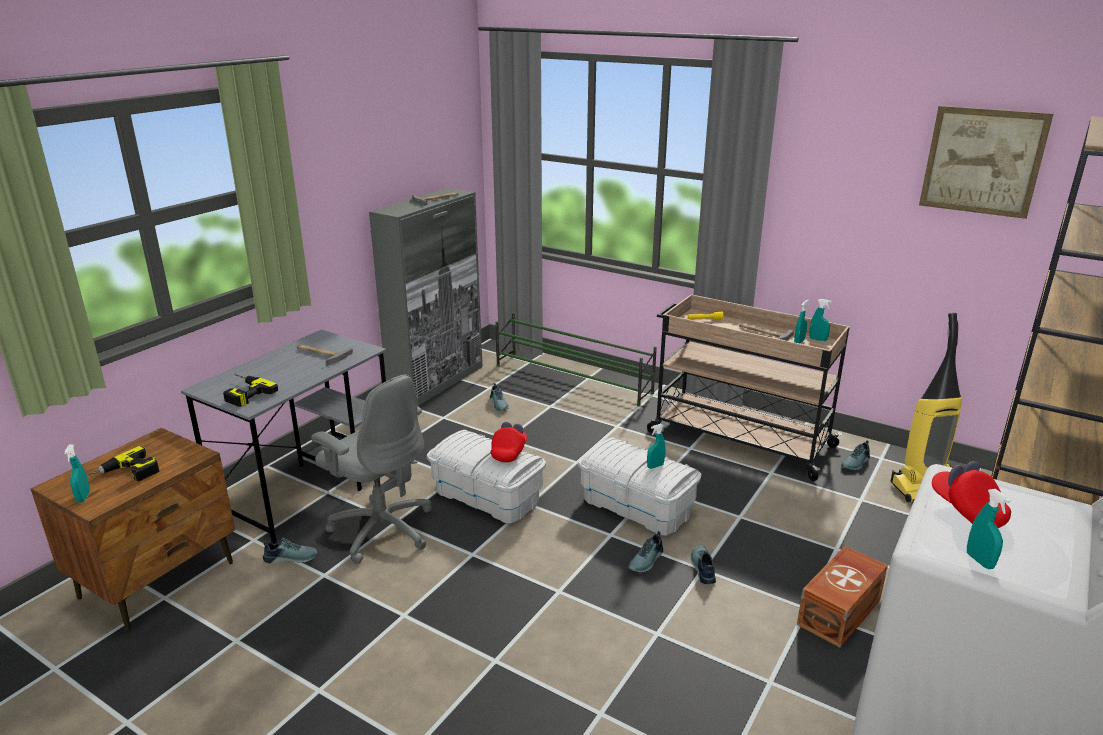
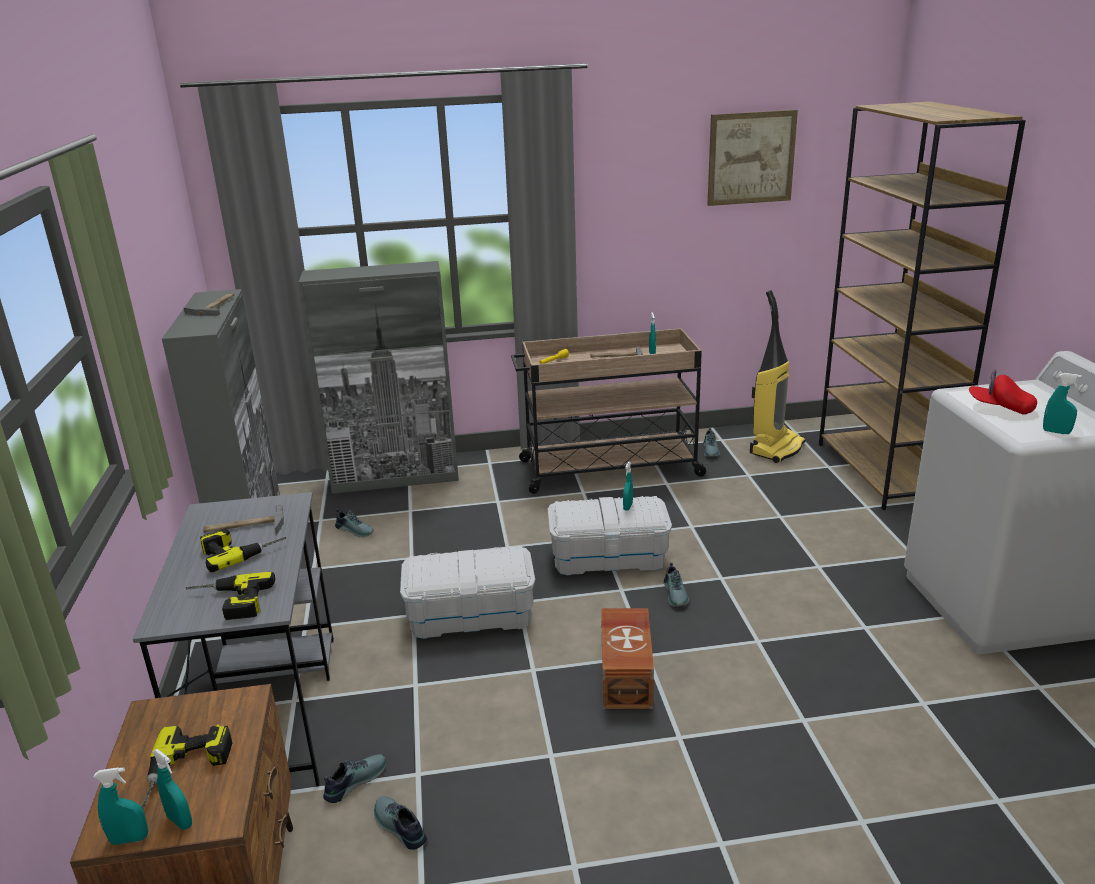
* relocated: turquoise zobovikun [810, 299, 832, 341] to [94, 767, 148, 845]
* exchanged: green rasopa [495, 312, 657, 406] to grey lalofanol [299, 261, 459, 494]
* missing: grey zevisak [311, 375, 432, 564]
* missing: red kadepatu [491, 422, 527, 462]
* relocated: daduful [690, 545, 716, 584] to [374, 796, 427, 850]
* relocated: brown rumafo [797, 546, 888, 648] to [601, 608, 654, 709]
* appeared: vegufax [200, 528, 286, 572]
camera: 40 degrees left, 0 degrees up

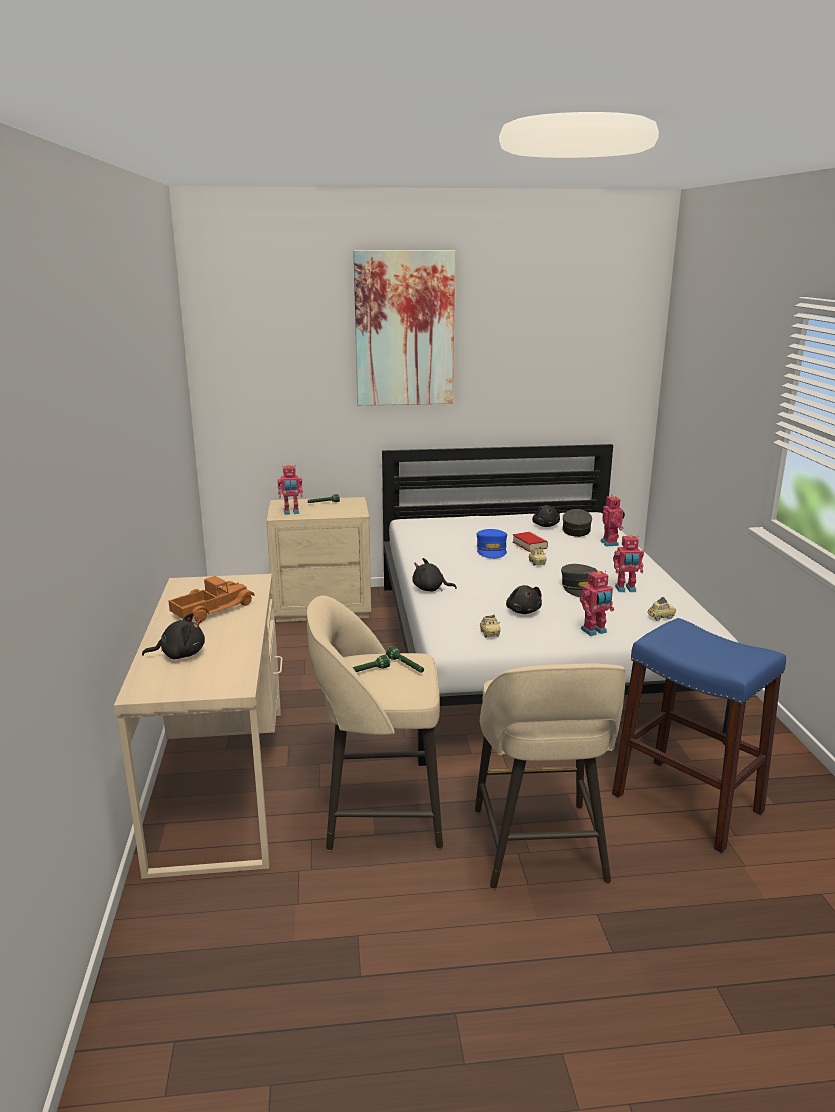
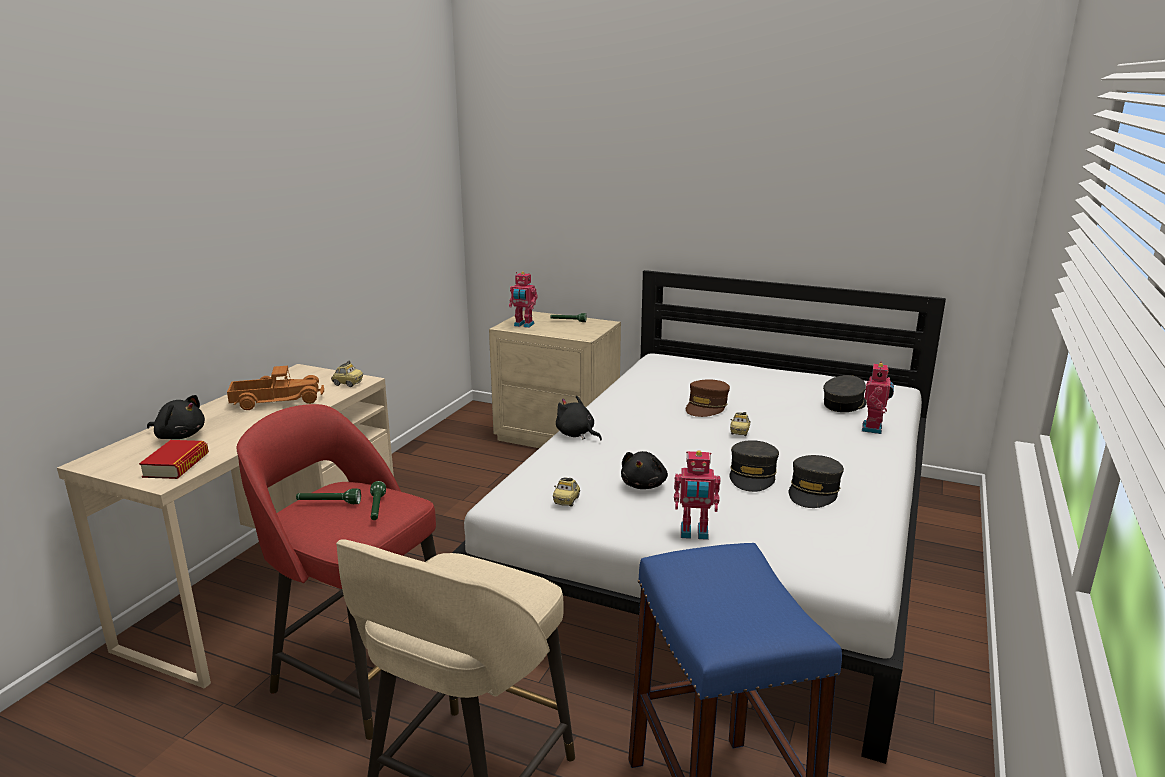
* missing: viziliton [353, 250, 455, 406]
* missing: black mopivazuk [532, 505, 560, 527]
* colour: blue kadepatu [477, 529, 507, 559] to brown kadepatu [686, 379, 730, 417]
* relocated: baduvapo [513, 532, 548, 552] to [139, 440, 209, 479]
* exchanged: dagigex [613, 535, 644, 592] to grey kadepatu [789, 455, 844, 508]
* colour: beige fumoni [307, 596, 443, 850] to red fumoni [237, 404, 436, 740]
* relocated: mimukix [647, 597, 676, 621] to [331, 361, 363, 387]
camera: 30 degrees right, 0 degrees up

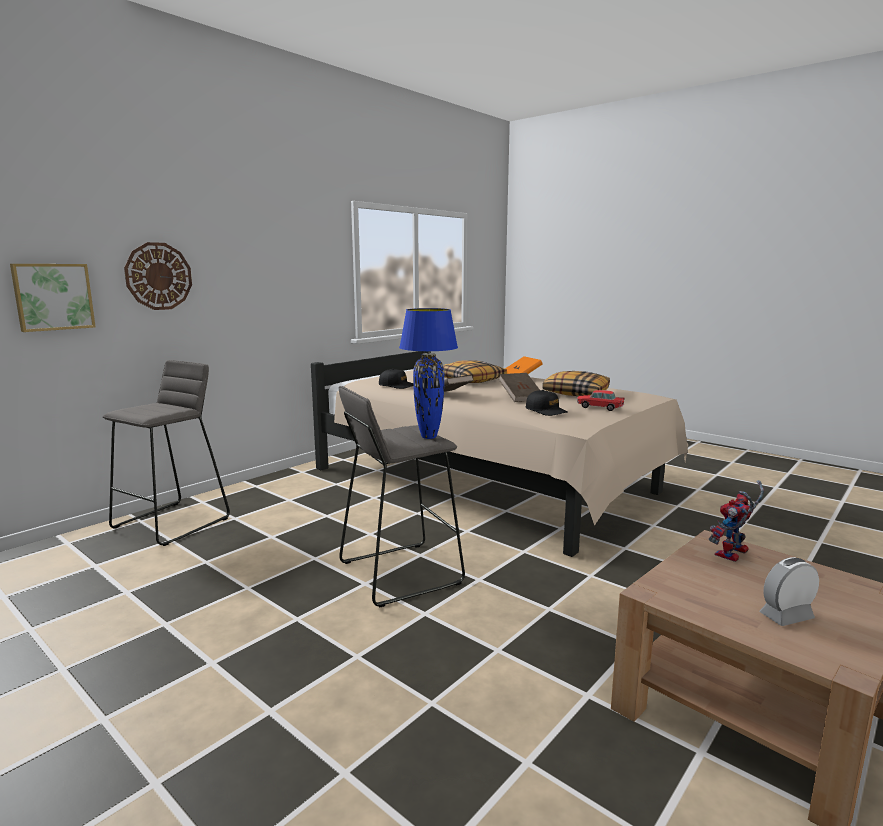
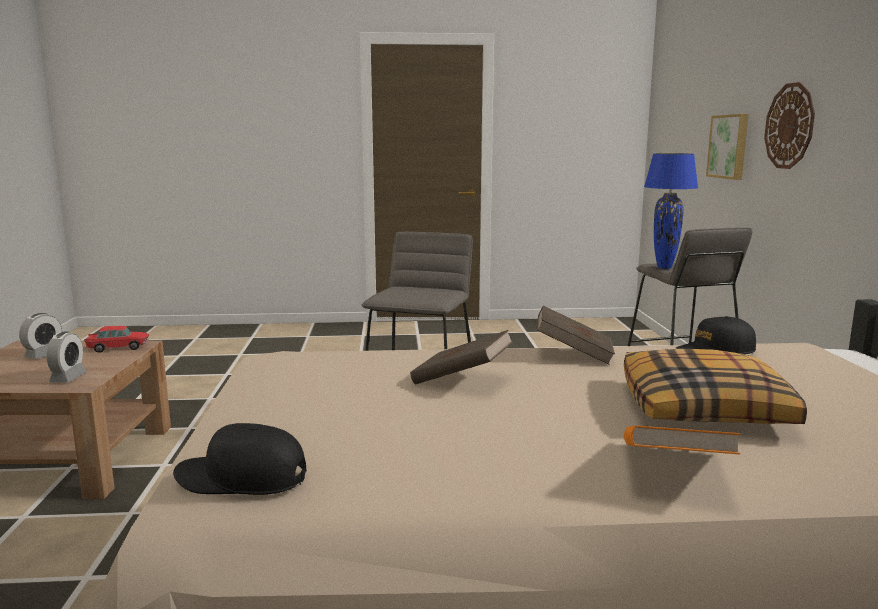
* relocated: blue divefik [399, 308, 458, 439] to [644, 153, 698, 269]
* missing: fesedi [542, 371, 610, 396]
* relocated: black kadepatu [526, 390, 568, 416] to [173, 423, 307, 495]
* relocated: mimukix [577, 390, 625, 411] to [85, 326, 149, 353]
* exchanged: dagigex [709, 481, 764, 562] to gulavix [46, 331, 87, 383]
camera: 135 degrees right, 0 degrees up

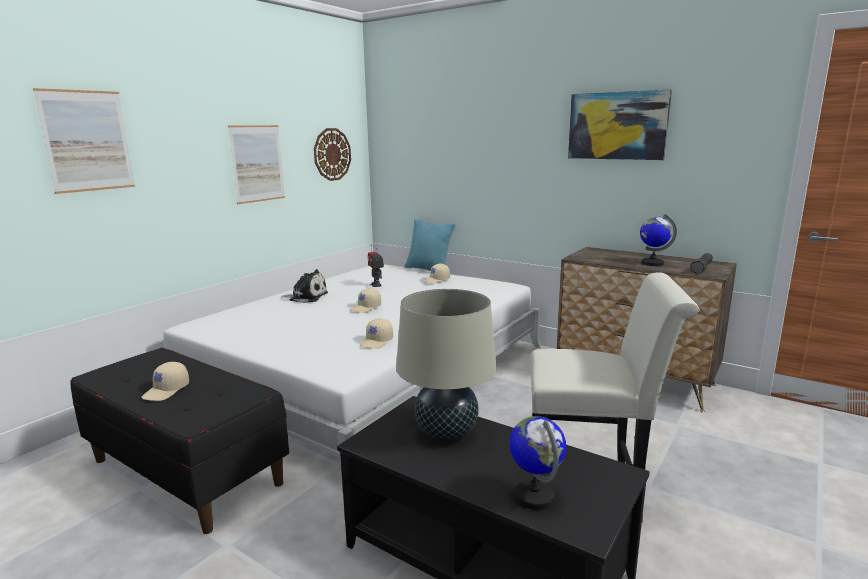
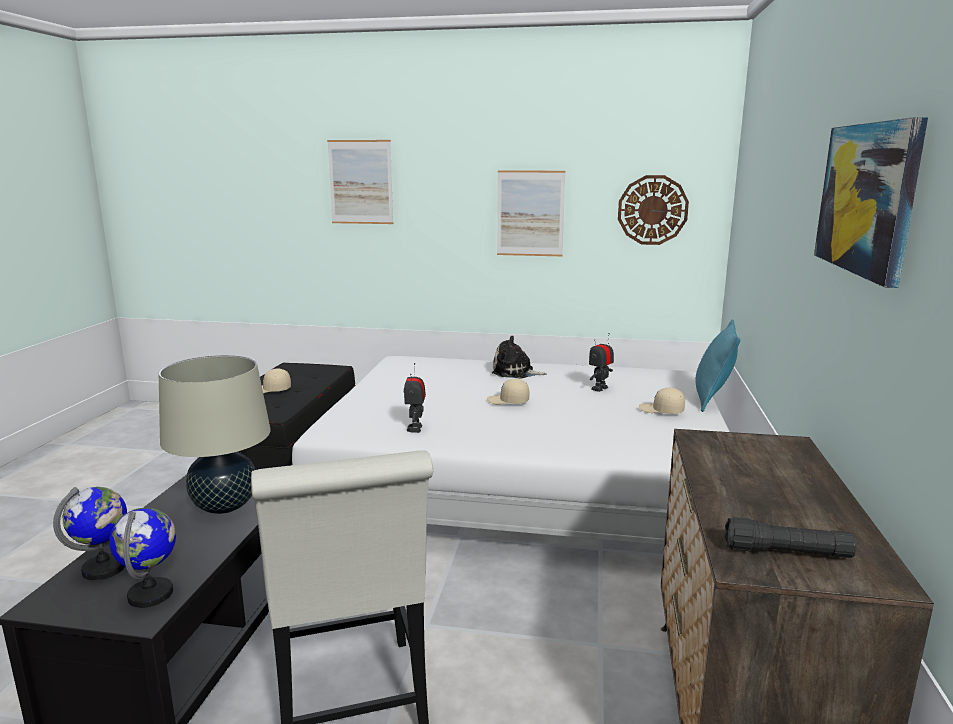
* relocated: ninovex [640, 214, 677, 266] to [109, 508, 176, 608]
* spun: mopivazuk [281, 269, 328, 303] = [492, 336, 547, 379] 120 degrees clockwise
* exchanged: beige kadepatu [360, 318, 393, 349] to dagigex [403, 363, 426, 433]
camera: 65 degrees right, 0 degrees up

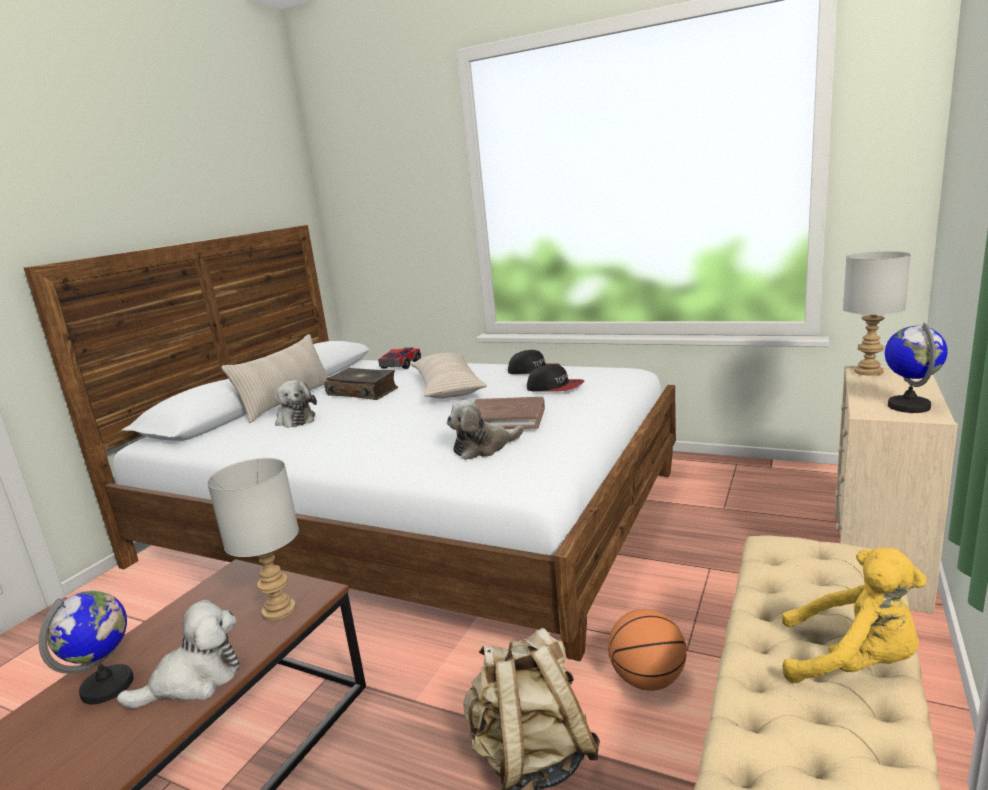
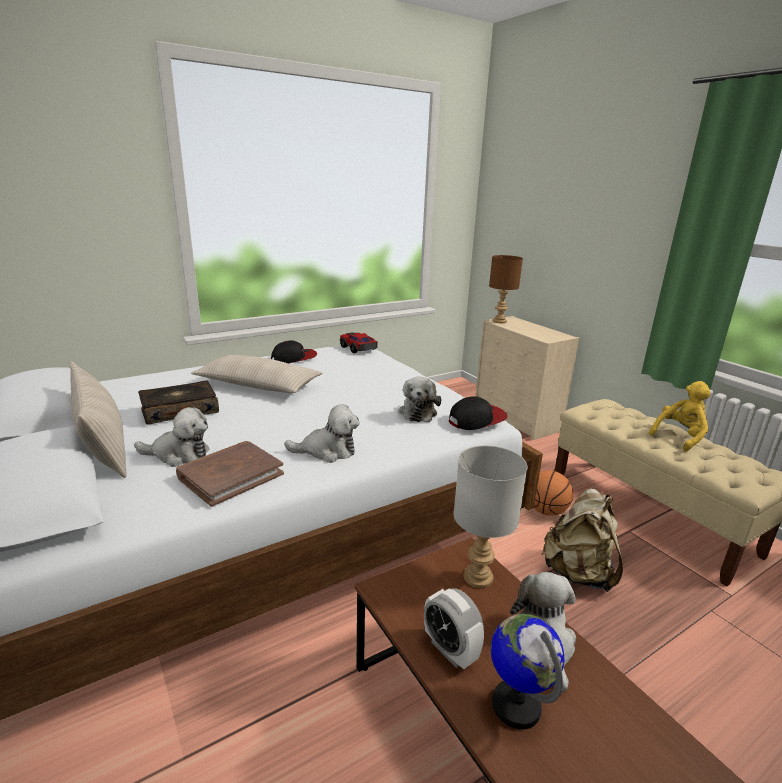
* colour: grey divefik [843, 251, 911, 376] to brown divefik [489, 255, 523, 323]
* missing: ninovex [885, 322, 948, 413]
* relocated: mimukix [378, 348, 421, 369] to [340, 332, 378, 353]
* relocated: kadepatu [527, 364, 585, 392] to [449, 397, 508, 430]
* relocated: brown baduvapo [474, 397, 545, 429] to [176, 441, 284, 507]
* appeared: mopivazuk [284, 405, 360, 463]
* appeared: gulavix [424, 588, 484, 669]
camera: 60 degrees left, 5 degrees up

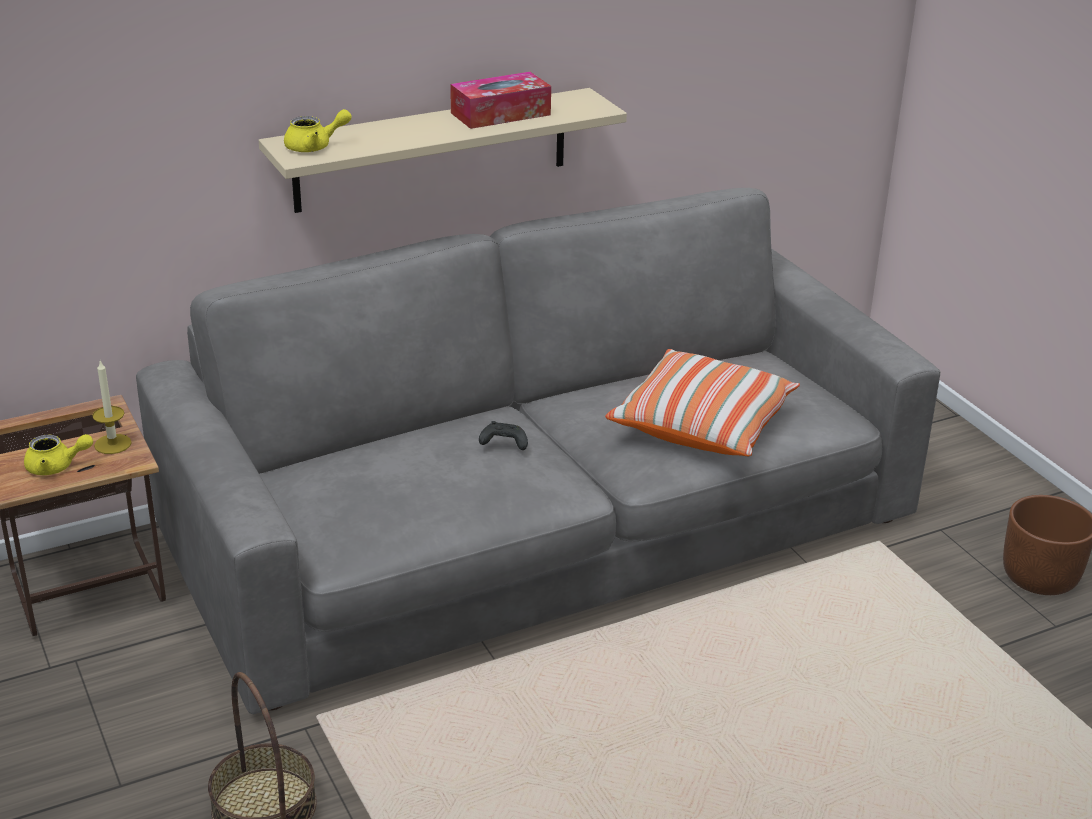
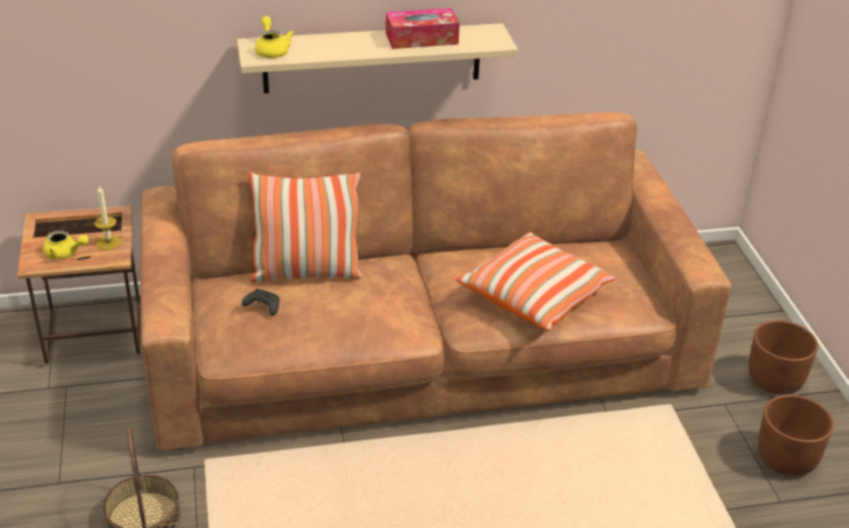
* spun: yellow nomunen [284, 109, 352, 152] = [255, 16, 294, 58] 105 degrees counterclockwise
* colour: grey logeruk [136, 188, 940, 714] to brown logeruk [141, 112, 731, 451]
* relocated: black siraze [479, 421, 528, 450] to [242, 288, 280, 316]
* appeared: fesedi [248, 172, 363, 282]
* appeared: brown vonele [748, 320, 818, 395]
camera: 15 degrees right, 5 degrees up

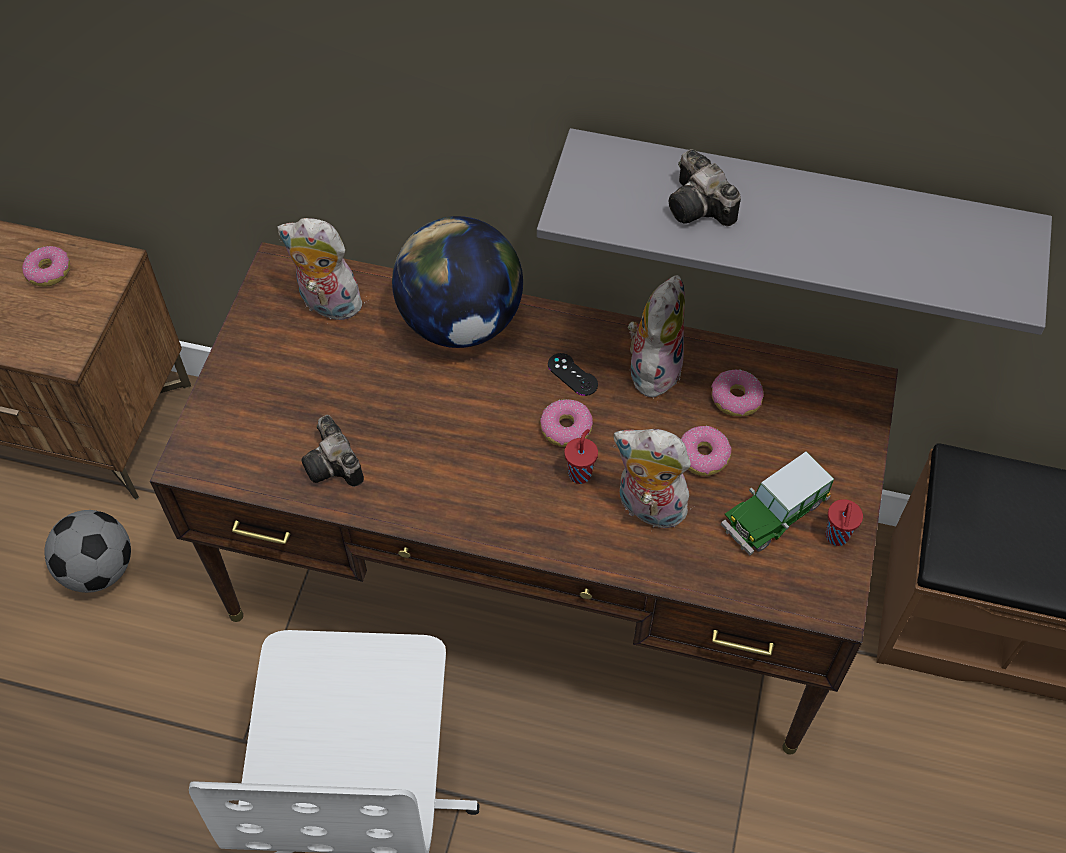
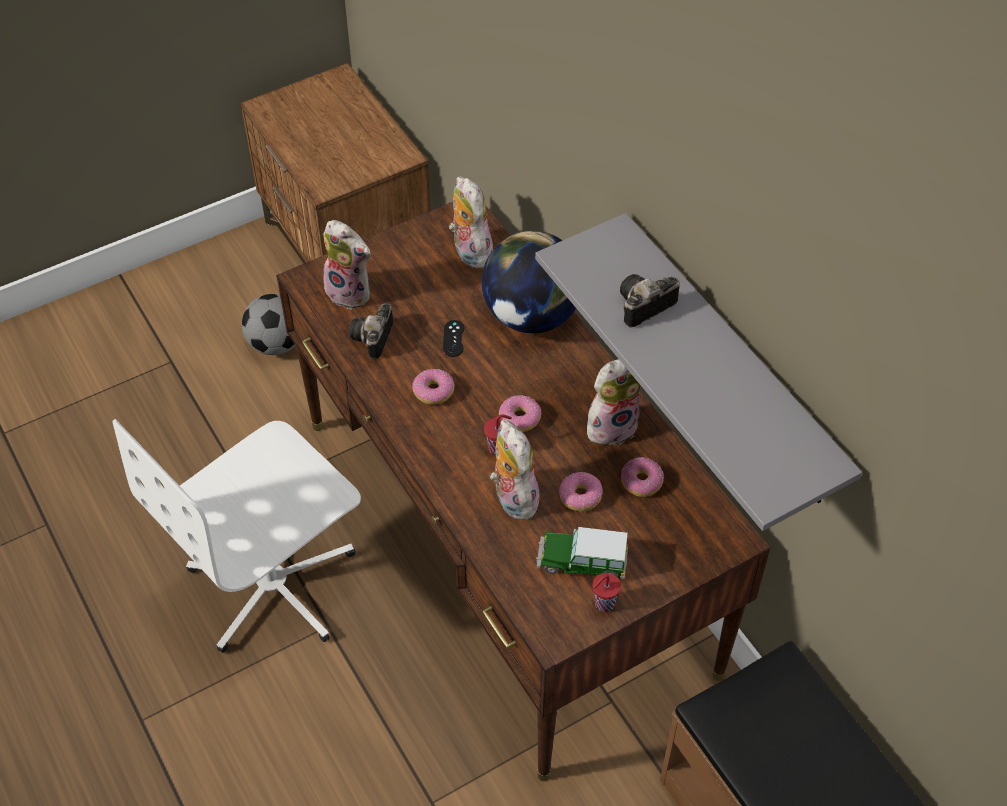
* spun: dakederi [669, 149, 741, 226] = [620, 274, 680, 328] 45 degrees clockwise
* relocated: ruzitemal [22, 246, 70, 287] to [412, 369, 454, 405]
* relocated: black siraze [548, 353, 598, 396] to [443, 320, 465, 357]
* appeared: mopivazuk [323, 220, 371, 310]
camera: 45 degrees right, 5 degrees down

